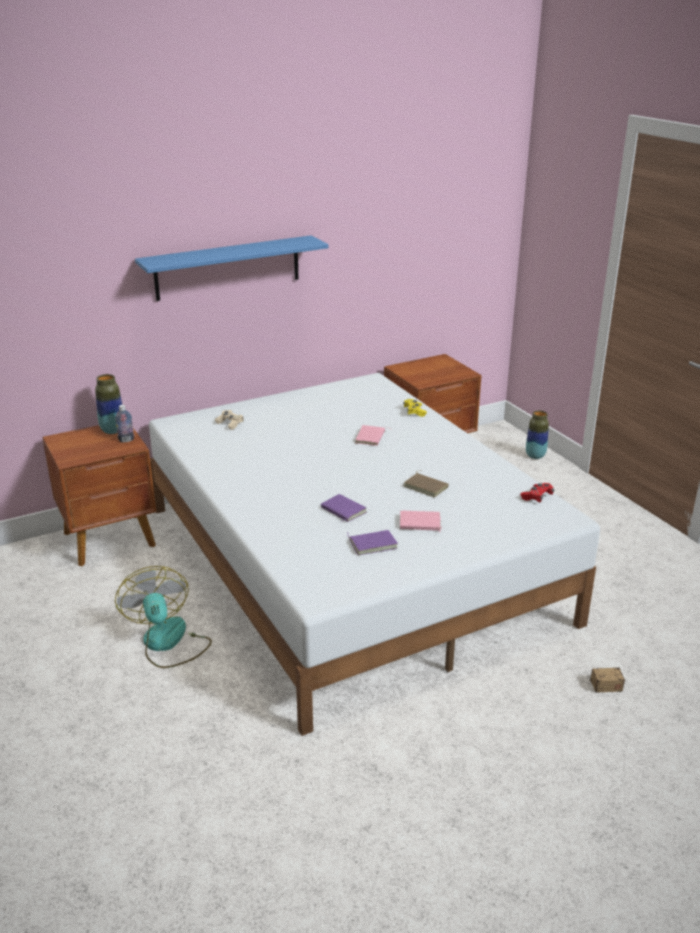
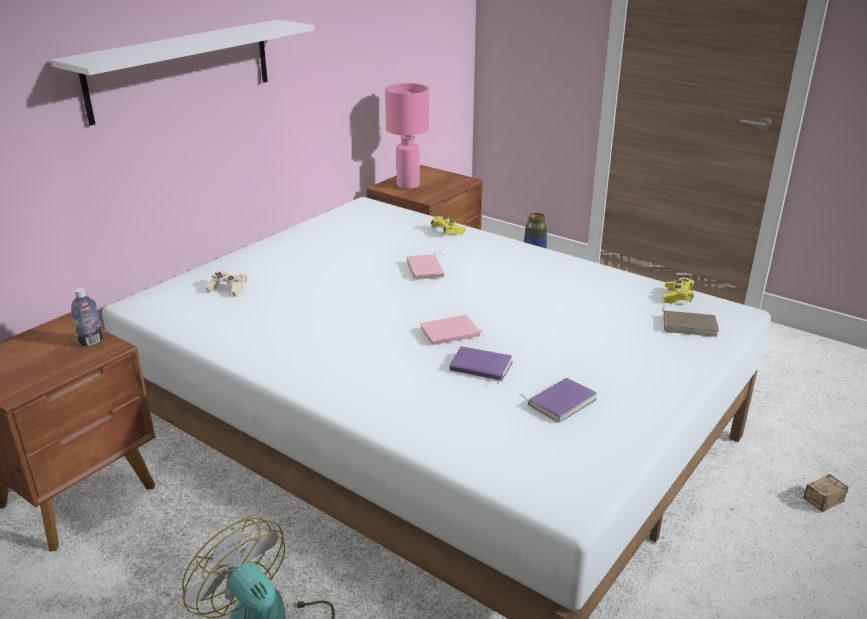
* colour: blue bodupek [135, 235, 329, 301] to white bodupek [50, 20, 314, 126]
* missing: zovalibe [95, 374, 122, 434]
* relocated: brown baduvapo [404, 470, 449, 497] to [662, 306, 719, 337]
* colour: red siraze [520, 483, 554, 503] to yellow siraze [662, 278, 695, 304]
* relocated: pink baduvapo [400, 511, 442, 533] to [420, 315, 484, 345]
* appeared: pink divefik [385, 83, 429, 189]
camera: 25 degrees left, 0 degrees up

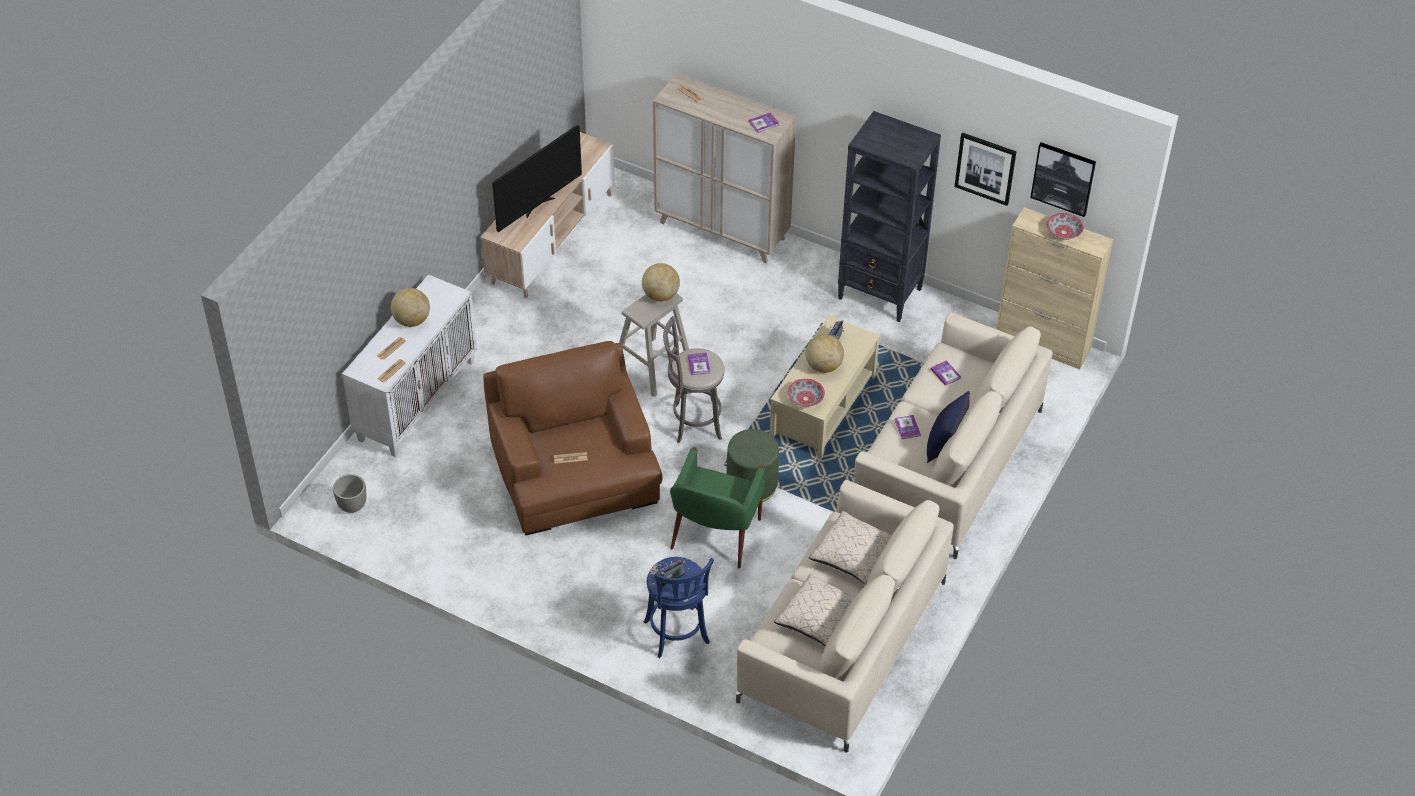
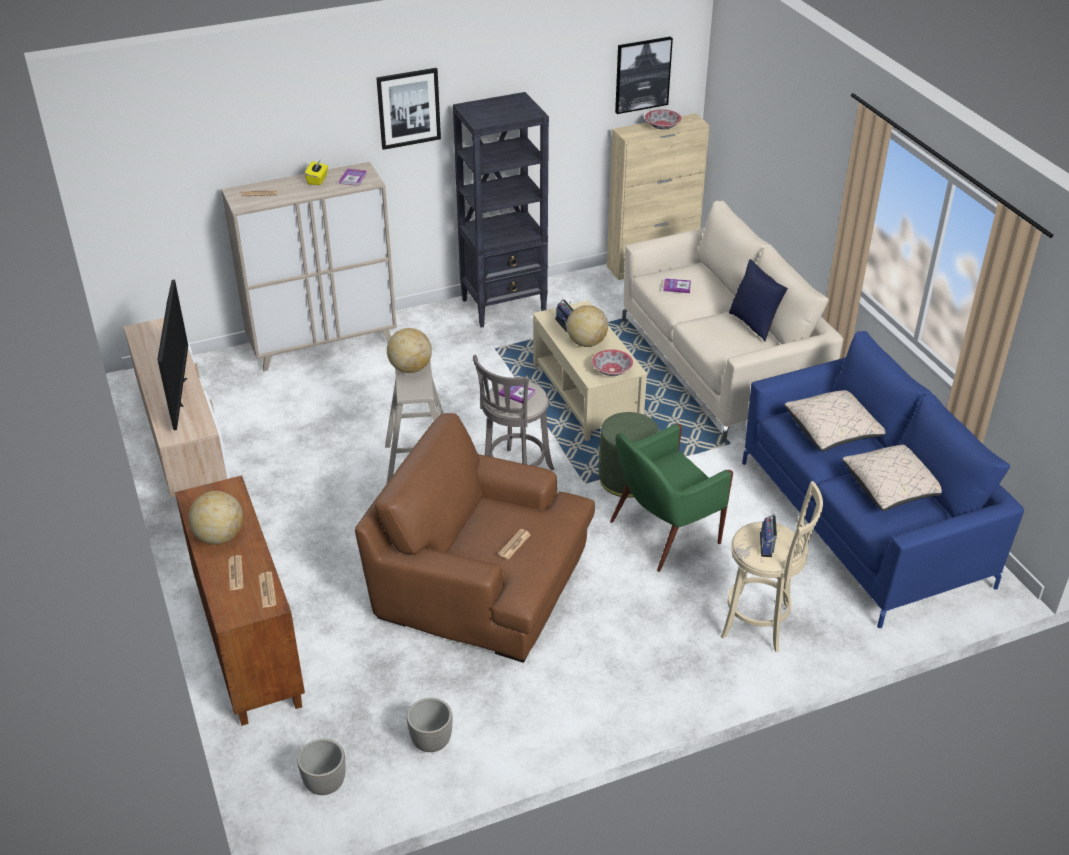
* relocated: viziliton [954, 132, 1017, 206] to [376, 68, 441, 150]
* colour: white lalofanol [342, 274, 477, 457] to brown lalofanol [175, 476, 305, 726]
* missing: baduvapo [895, 415, 921, 439]
* spun: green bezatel [670, 447, 765, 568] = [610, 424, 733, 572] 90 degrees clockwise
* colour: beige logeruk [736, 480, 954, 753] to blue logeruk [742, 331, 1024, 628]
* colour: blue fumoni [643, 557, 714, 658] to beige fumoni [721, 481, 823, 652]
* appeared: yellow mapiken [305, 161, 328, 185]
* appeared: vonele [407, 698, 453, 752]
camera: 50 degrees left, 10 degrees down

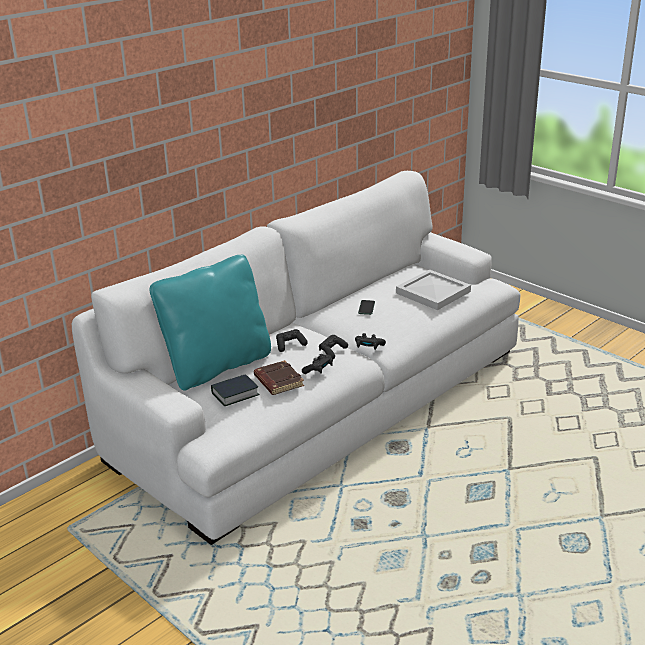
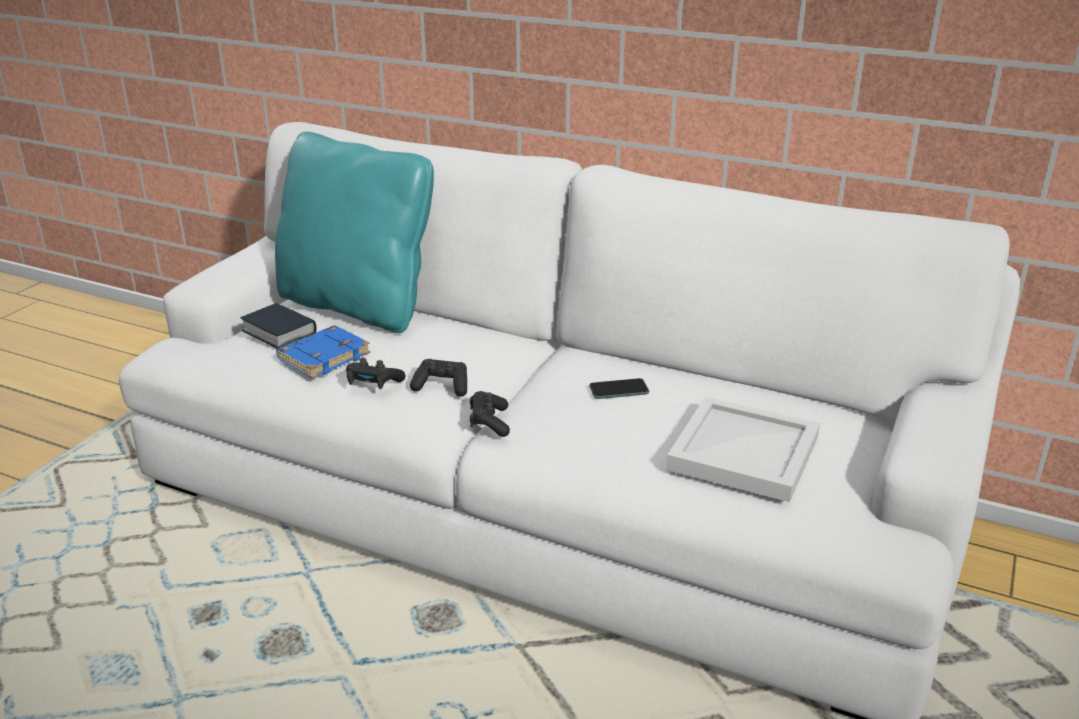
* missing: black siraze [276, 329, 308, 352]
* colour: brown baduvapo [254, 360, 304, 395] to blue baduvapo [276, 326, 370, 379]
camera: 70 degrees right, 0 degrees up

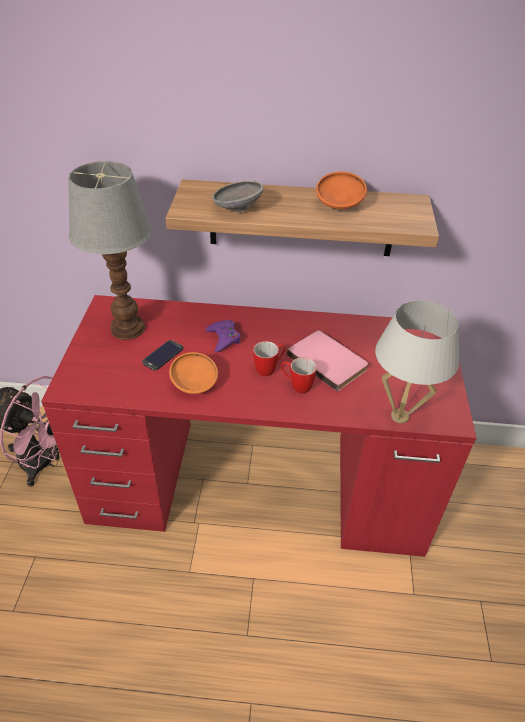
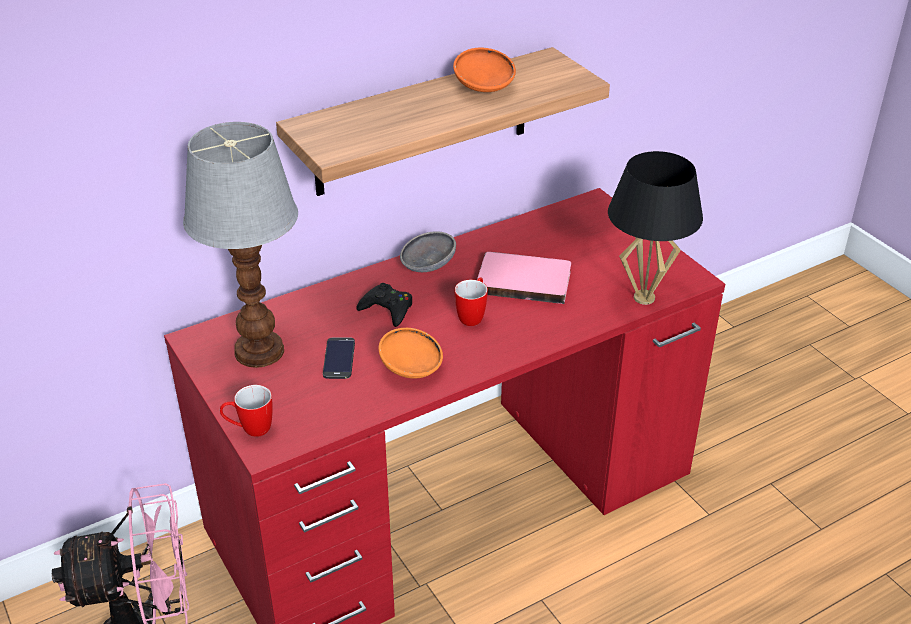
* relocated: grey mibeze [212, 181, 263, 212] to [400, 231, 456, 272]
* colour: white divefik [375, 300, 459, 423] to black divefik [608, 151, 703, 305]
* colour: purple siraze [205, 320, 240, 352] to black siraze [356, 283, 412, 327]
* relocated: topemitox [281, 357, 317, 393] to [220, 385, 273, 437]
camera: 35 degrees left, 5 degrees down

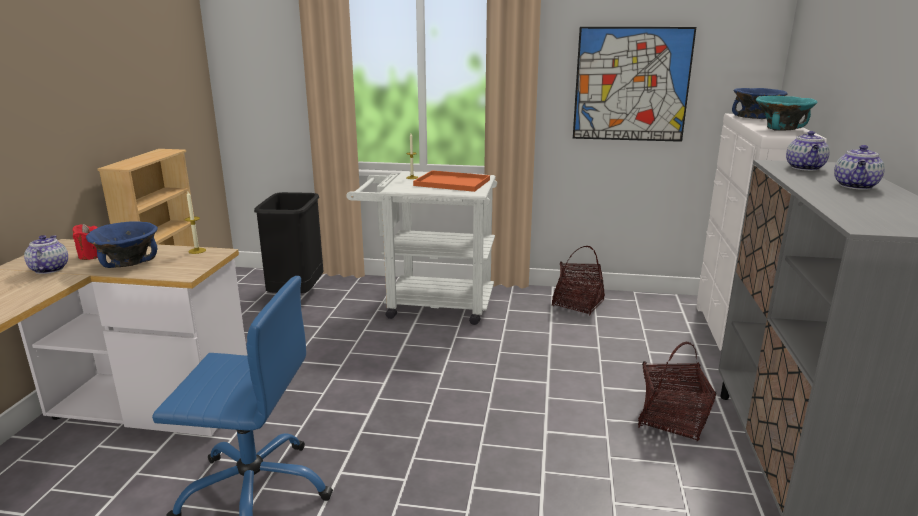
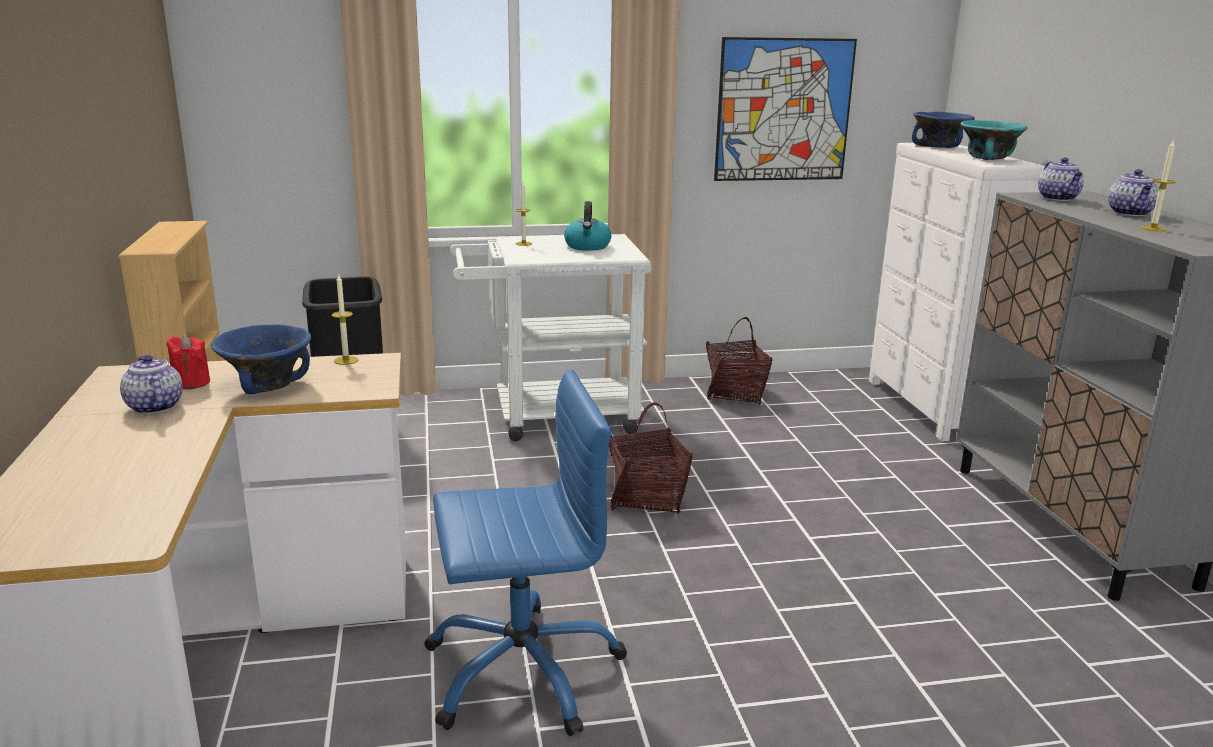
* exchanged: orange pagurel [413, 170, 490, 192] to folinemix [564, 201, 611, 251]
* relocated: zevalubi [638, 342, 716, 441] to [609, 402, 693, 514]
* appeared: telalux [1141, 139, 1176, 231]
camera: 20 degrees left, 0 degrees up

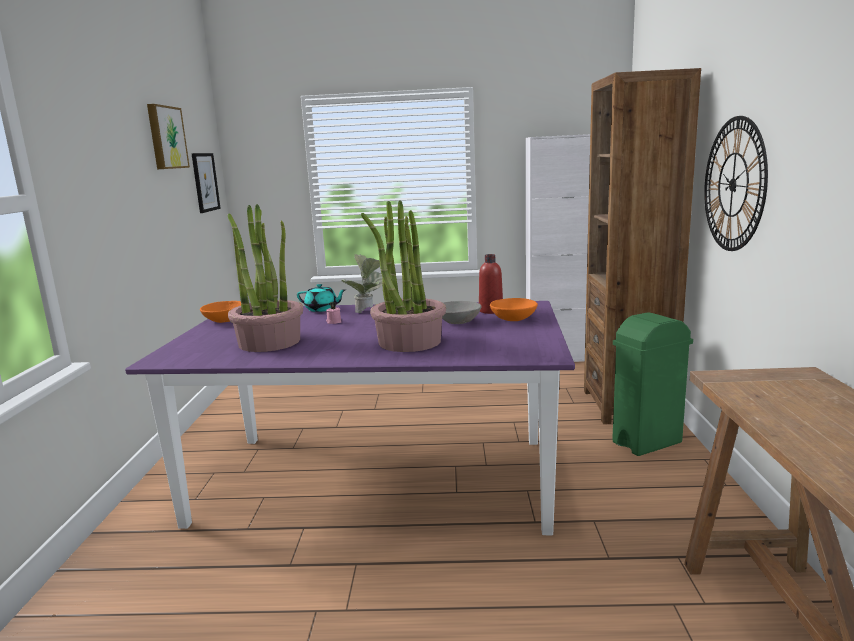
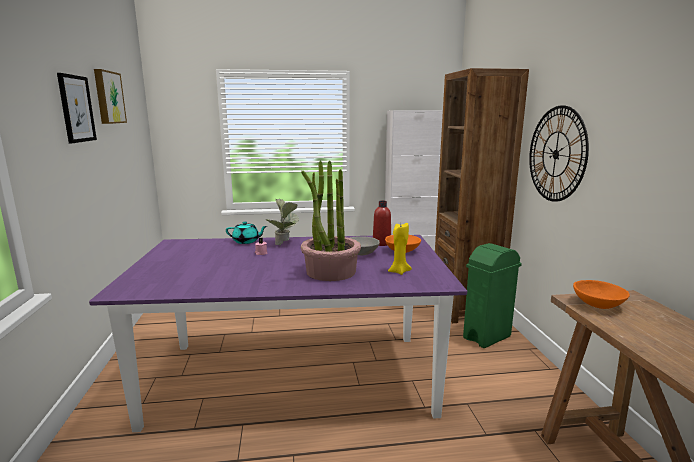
* relocated: viziliton [191, 153, 221, 213] to [57, 73, 97, 143]
* missing: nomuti [228, 204, 303, 352]
* relocated: orange mibeze [200, 301, 241, 323] to [573, 280, 630, 309]
* appeared: yellow telalux [388, 223, 412, 275]
camera: 10 degrees left, 0 degrees up

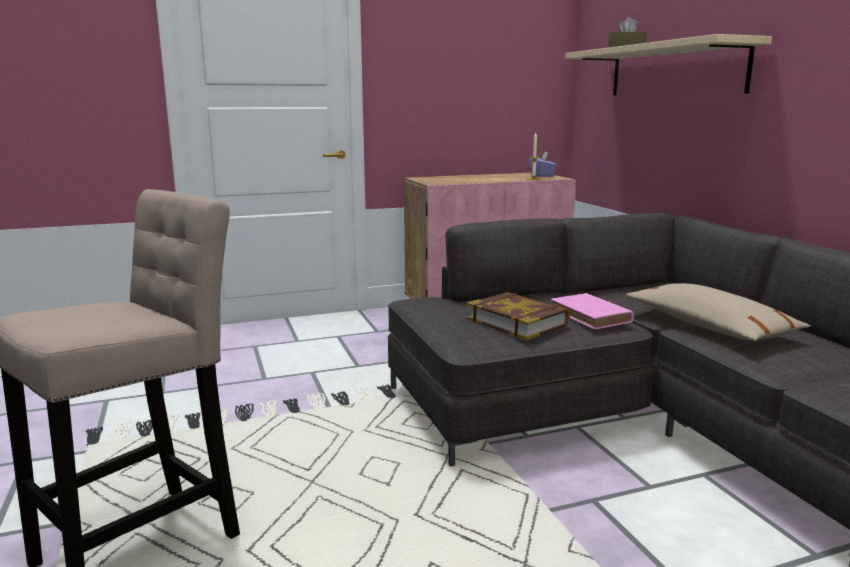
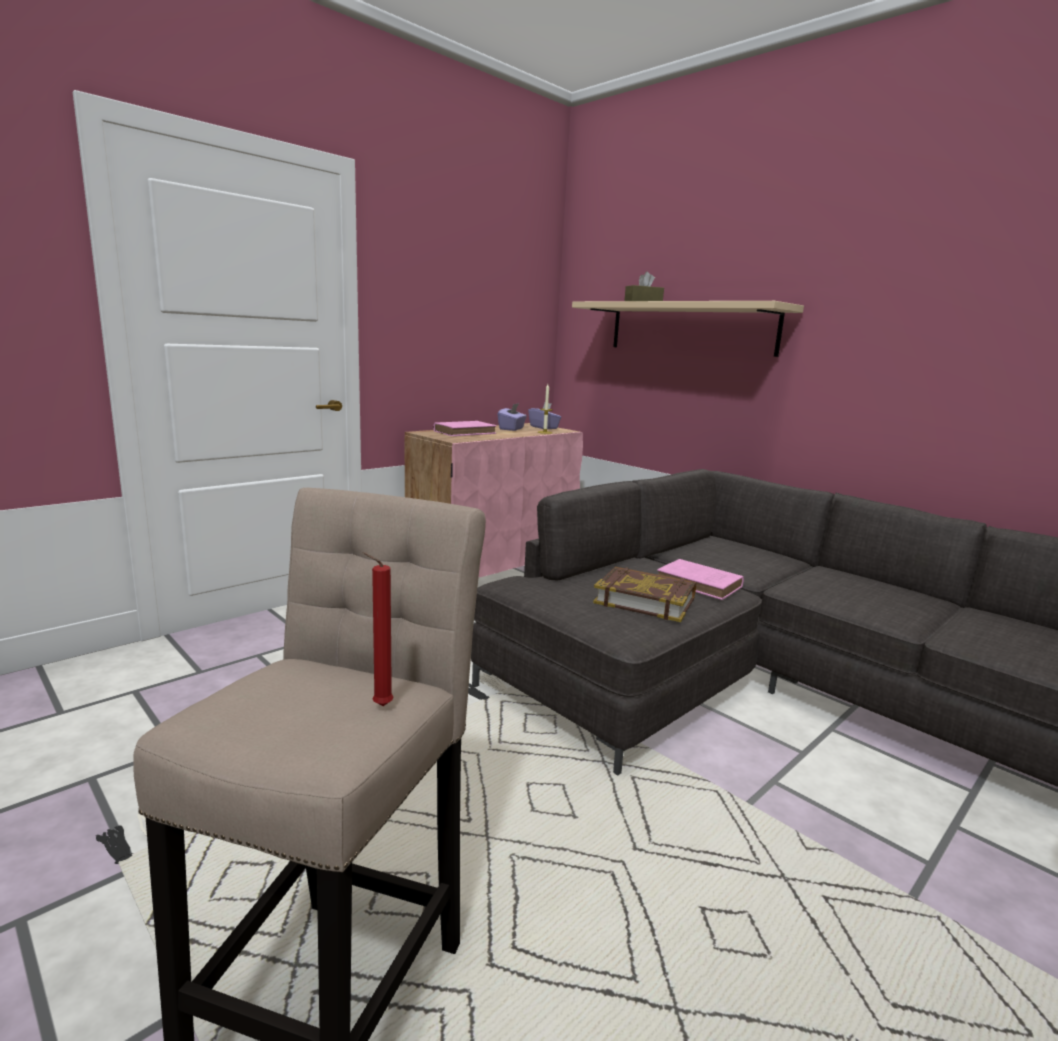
* missing: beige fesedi [625, 283, 810, 341]
* appeared: purple mapiken [498, 403, 527, 431]
* appeared: pink baduvapo [434, 421, 496, 436]
* appeared: red telalux [362, 552, 394, 706]
camera: 25 degrees left, 0 degrees up

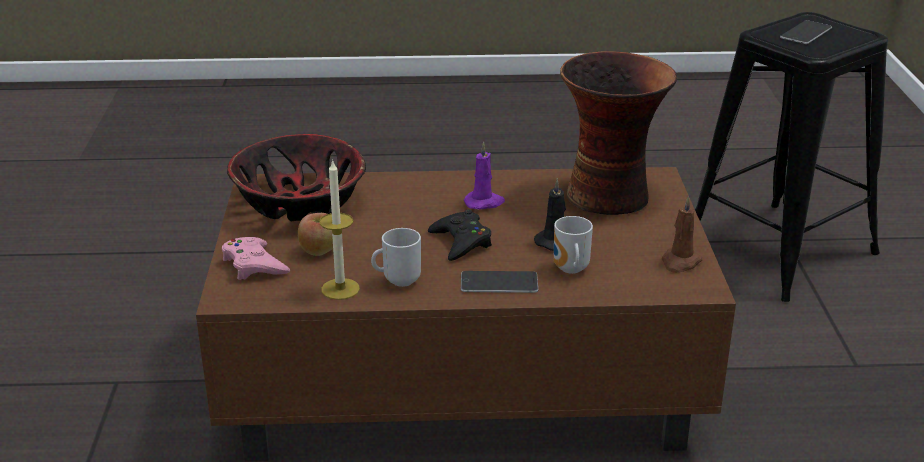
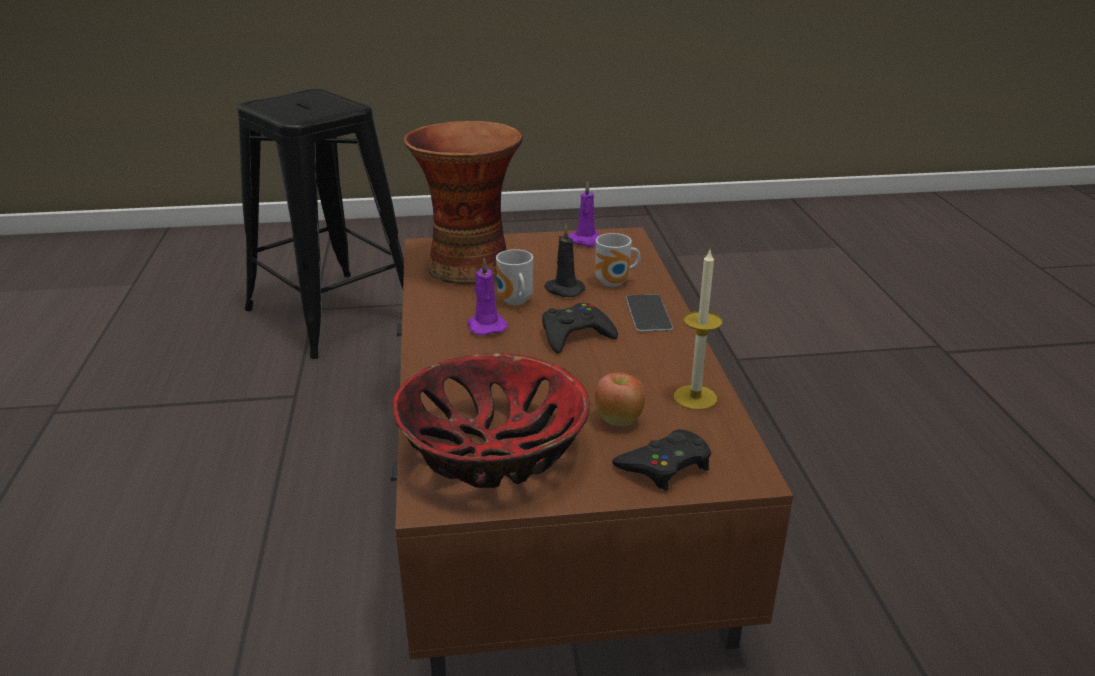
* missing: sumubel [780, 20, 832, 44]
* colour: brown telalux [662, 196, 703, 273] to purple telalux [569, 181, 600, 247]
* relocated: topemitox [371, 228, 421, 287] to [496, 249, 533, 305]
* colour: pink siraze [222, 237, 290, 280] to black siraze [612, 429, 711, 491]
camera: 95 degrees left, 0 degrees up

